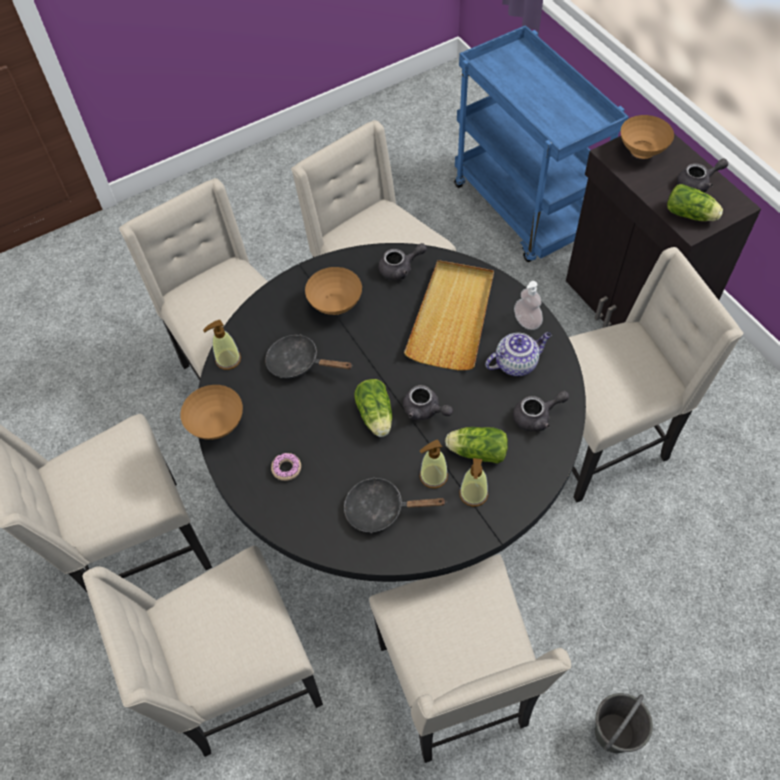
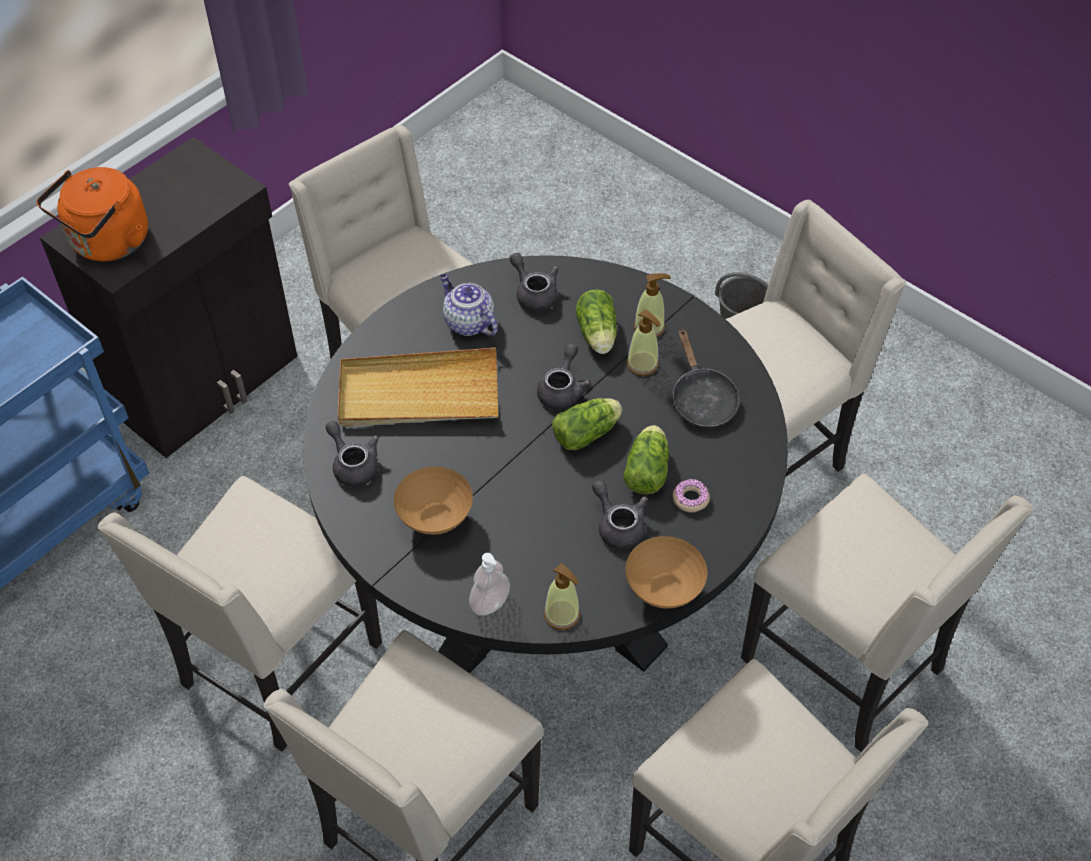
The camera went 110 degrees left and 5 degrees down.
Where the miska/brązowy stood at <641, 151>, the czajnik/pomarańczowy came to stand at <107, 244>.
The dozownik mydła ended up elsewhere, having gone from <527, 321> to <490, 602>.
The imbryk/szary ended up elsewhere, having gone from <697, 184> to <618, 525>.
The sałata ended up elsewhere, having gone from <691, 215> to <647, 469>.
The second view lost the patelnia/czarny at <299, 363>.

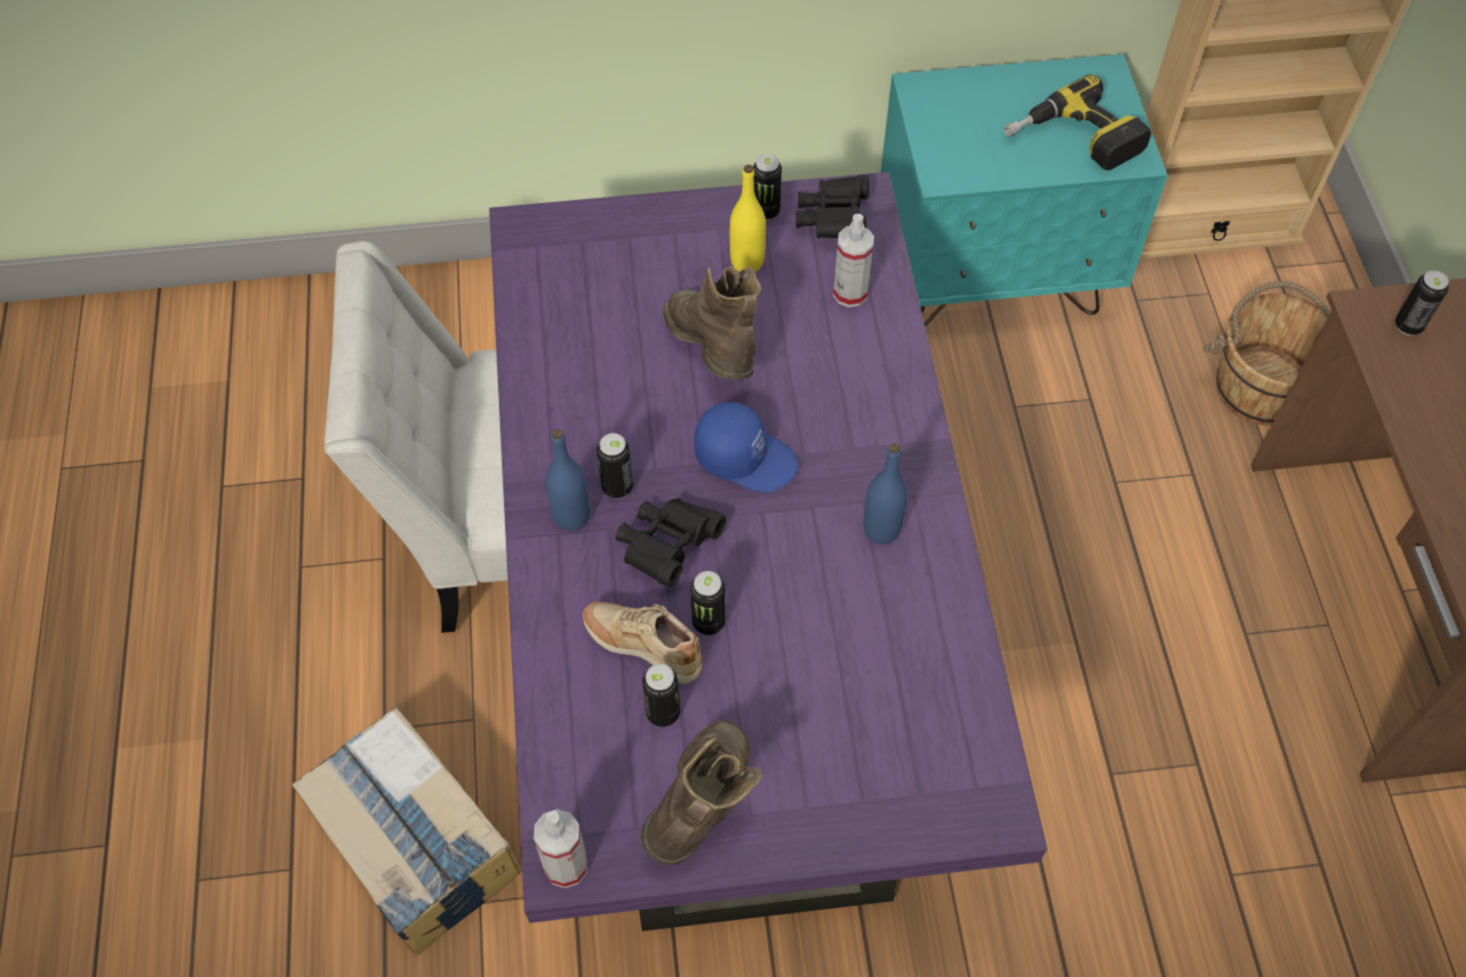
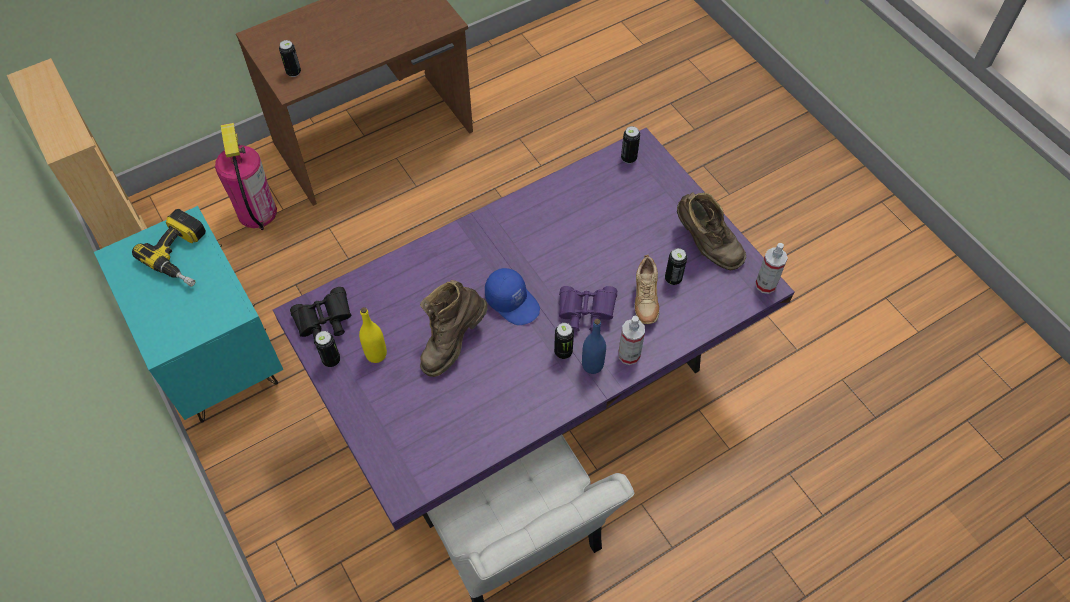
The camera went 115 degrees left and 0 degrees up.
Where the wiadro/brązowy stood at <1261, 386>, the gaśnica came to stand at <257, 212>.
The czapka z daszkiem/niebieski at <746, 457> ended up facing another way, 135 degrees clockwise from before.
What was the lornetka/czarny at <668, 547> turned into the lornetka/fioletowy at <585, 314>.
The spryskiwacz ended up elsewhere, having gone from <850, 293> to <629, 355>.
The puszka ended up elsewhere, having gone from <708, 622> to <628, 158>.
The but z cholewką/brązowy at <704, 807> ended up facing another way, 135 degrees counterclockwise from before.
The second view lost the karton at <414, 844>.
The second view lost the butelka/niebieski at <881, 529>.

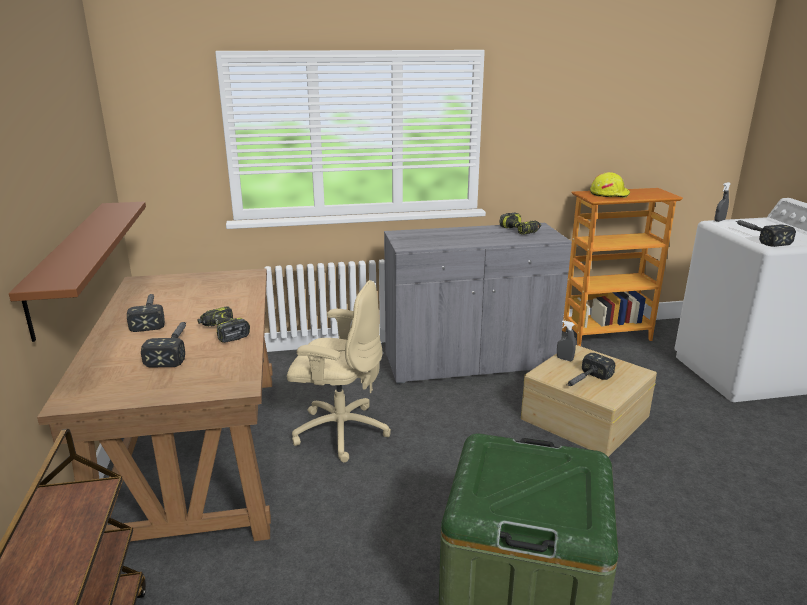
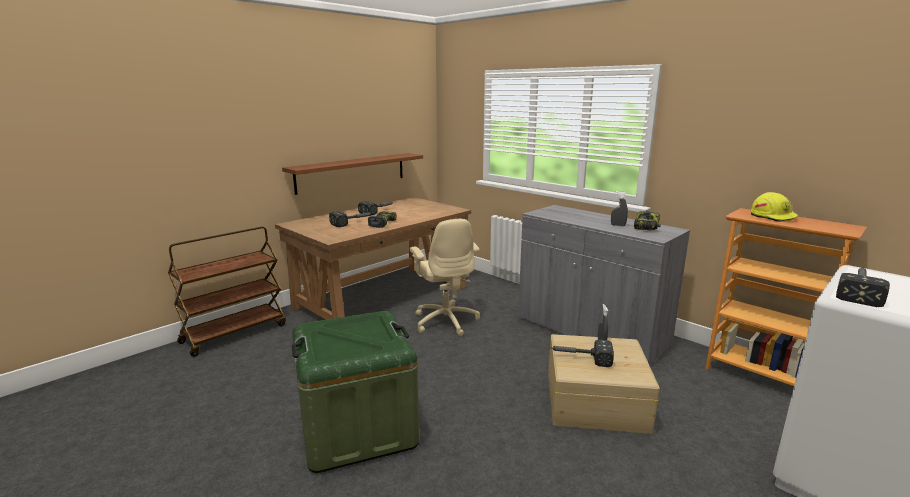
The camera went 55 degrees right and 5 degrees down.
The spryskiwacz/szary ended up elsewhere, having gone from <719, 220> to <618, 225>.

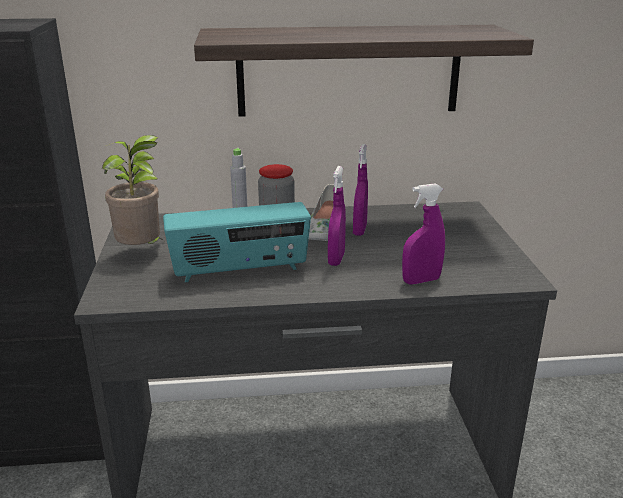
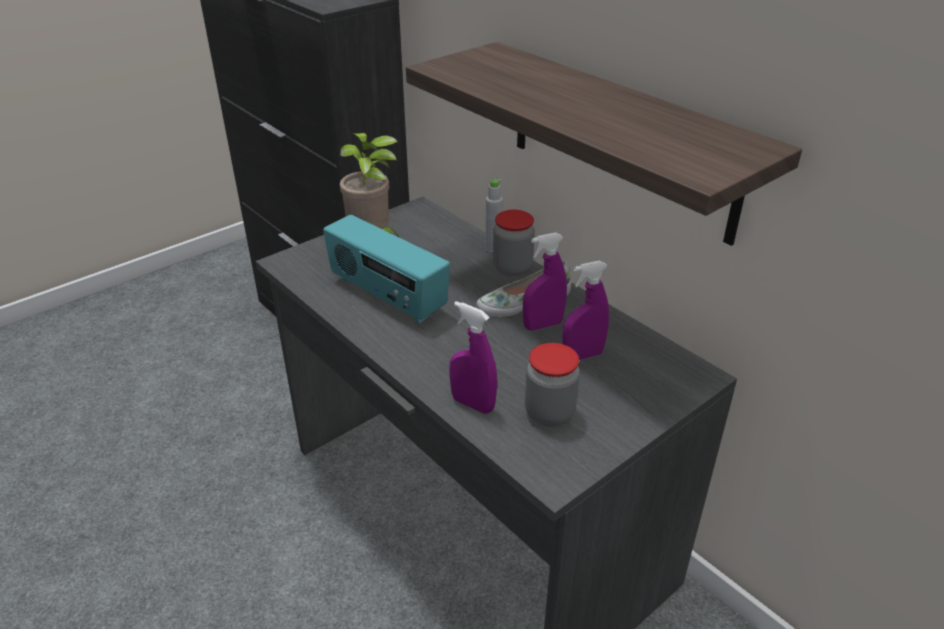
The camera went 55 degrees right and 10 degrees up.
The second view gained the słoik at <549, 413>.
The spryskiwacz/fioletowy ended up elsewhere, having gone from <336, 259> to <582, 356>.

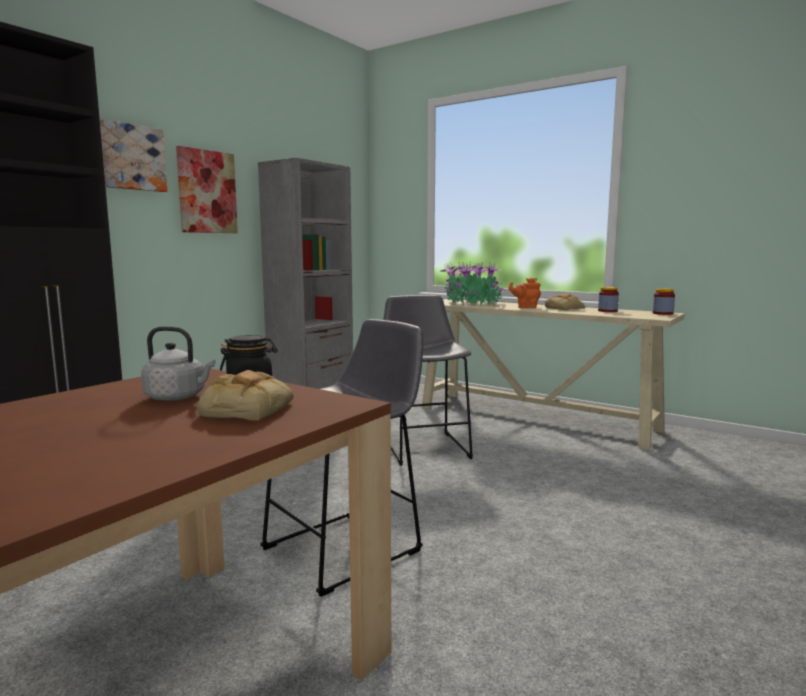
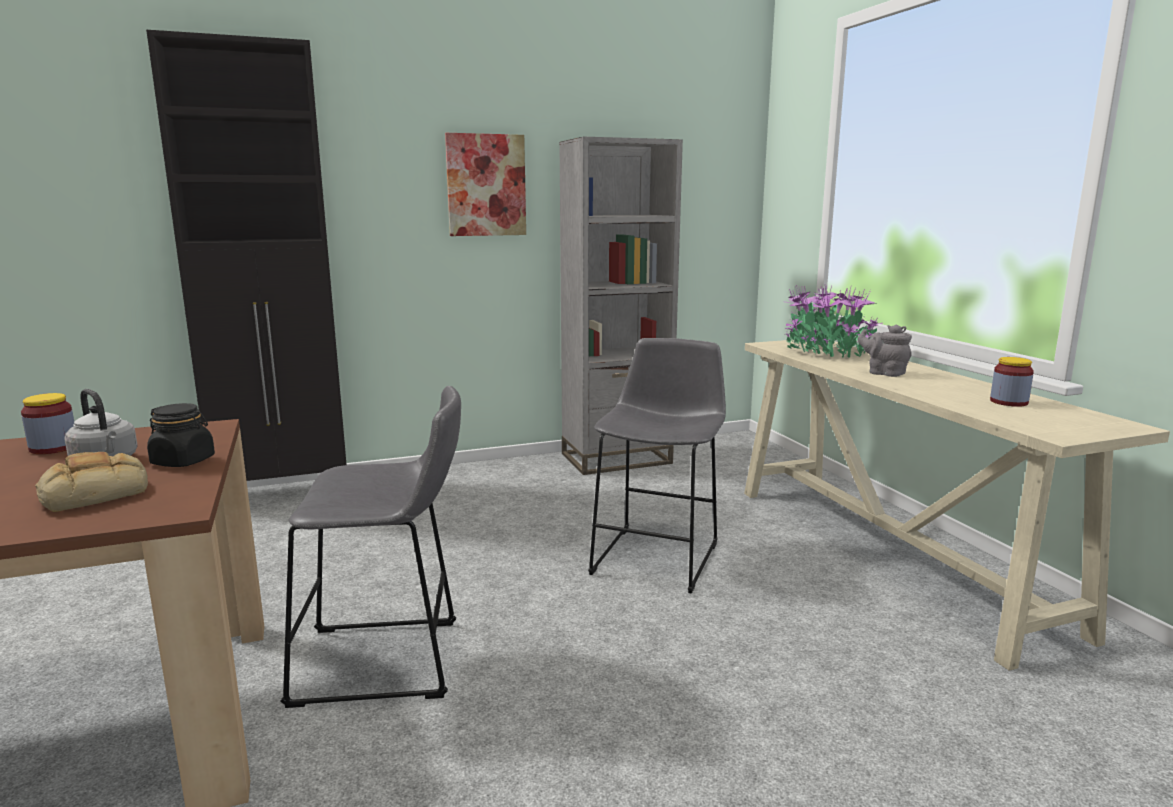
The camera went 35 degrees right and 5 degrees up.
The słoik ended up elsewhere, having gone from <662, 313> to <53, 448>.
What was the imbryk/pomarańczowy at <525, 307> turned into the imbryk/szary at <884, 373>.
The second view lost the obraz at <133, 157>.
The second view lost the chleb at <565, 308>.

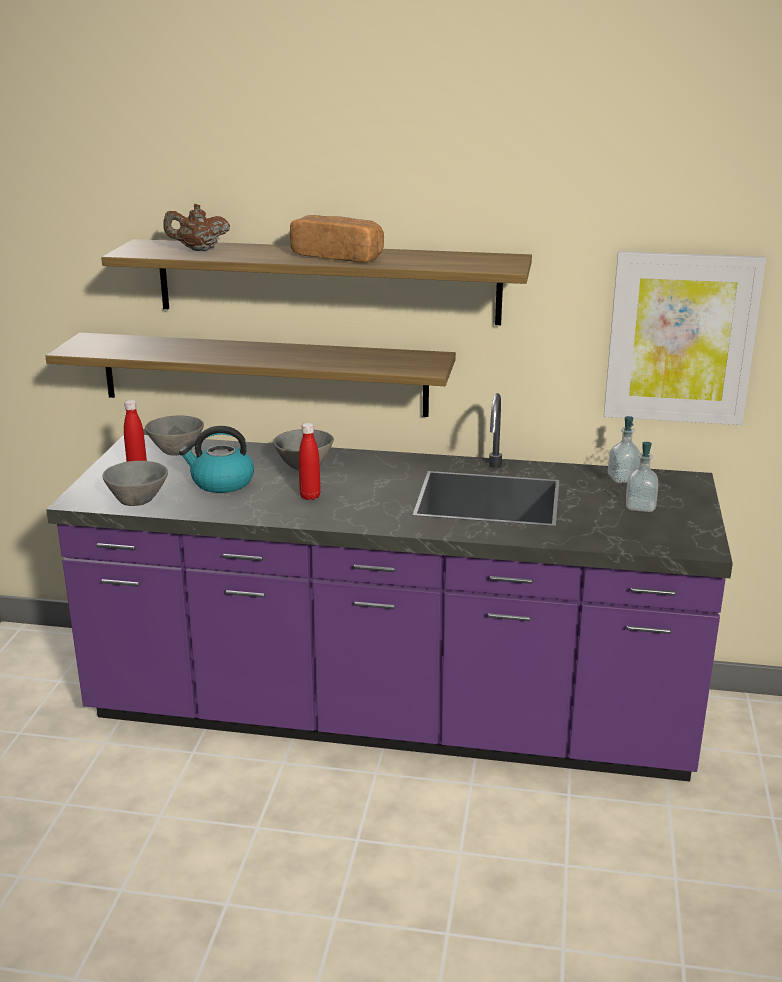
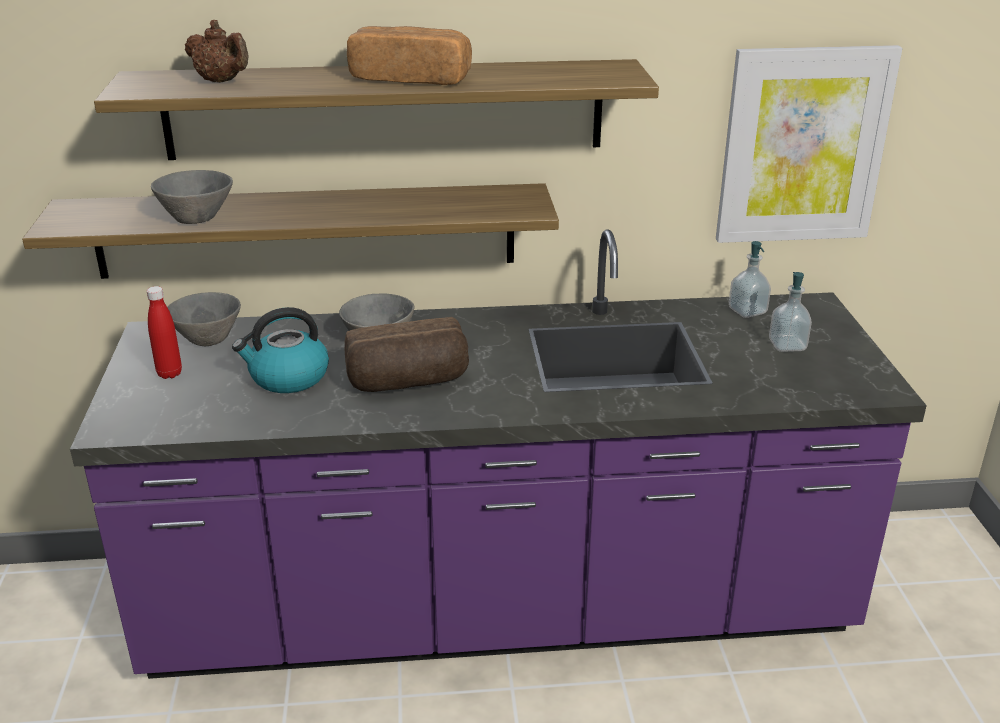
The camera went 15 degrees left and 5 degrees up.
The miska/szary ended up elsewhere, having gone from <139, 500> to <199, 217>.
The imbryk/brązowy at <198, 250> ended up facing another way, 120 degrees counterclockwise from before.
Where the butelka/czerwony stood at <310, 496>, the chleb came to stand at <408, 382>.

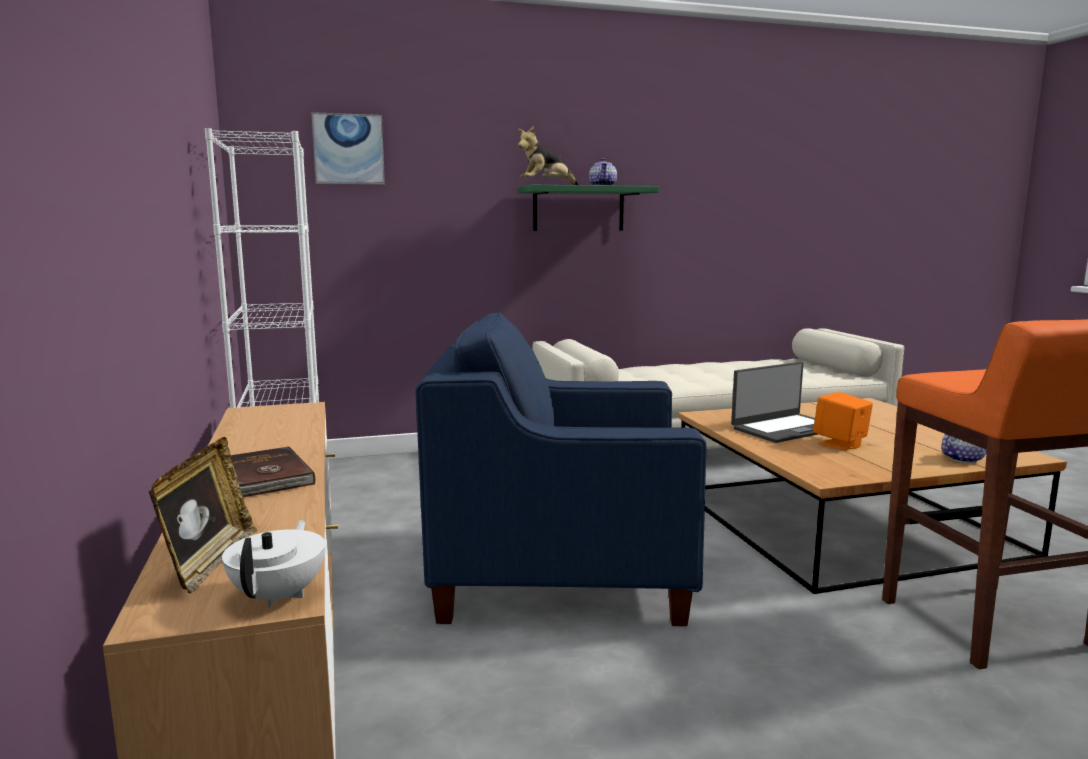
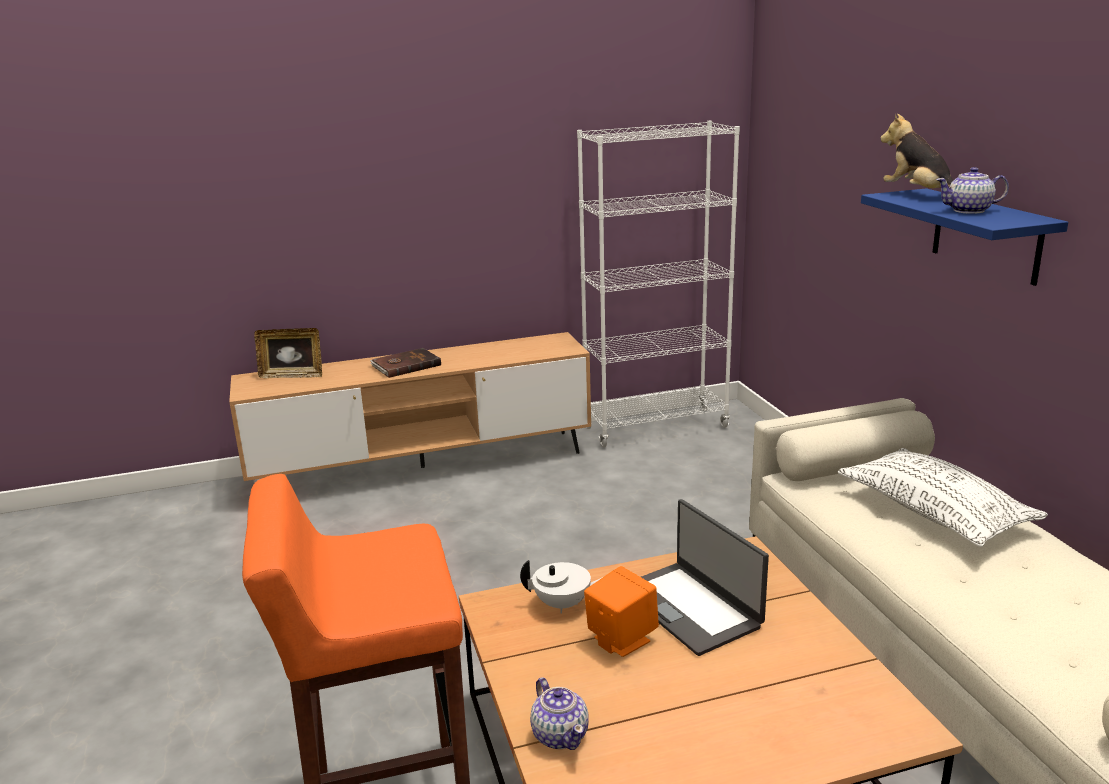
The camera went 90 degrees right and 10 degrees up.
The imbryk/biały ended up elsewhere, having gone from <280, 595> to <563, 604>.
The second view gained the poduszka/biały at <934, 513>.
What was the półka/zielony at <578, 209> turned into the półka/niebieski at <986, 235>.
The second view lost the obraz at <348, 149>.
The second view lost the fotel/niebieski at <561, 572>.

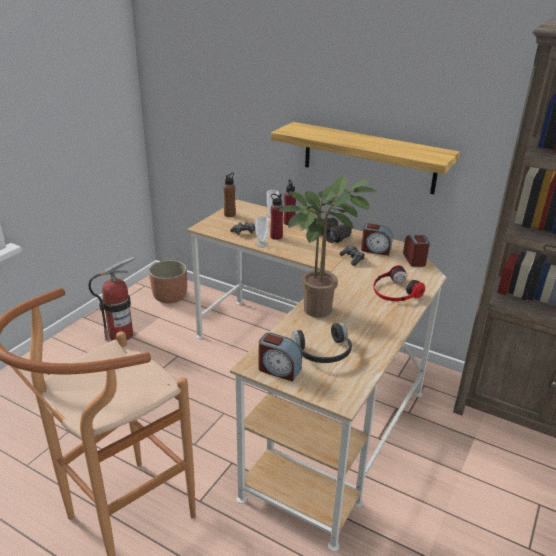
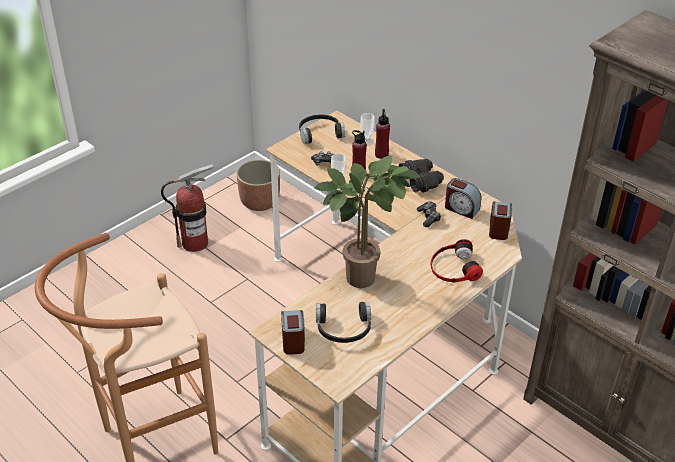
The camera went 15 degrees right and 10 degrees up.
The budzik at <278, 369> ended up facing another way, 135 degrees counterclockwise from before.
Where the butelka/brązowy stood at <230, 214>, the słuchawki/czarny came to stand at <319, 133>.
The second view lost the półka at <369, 157>.

